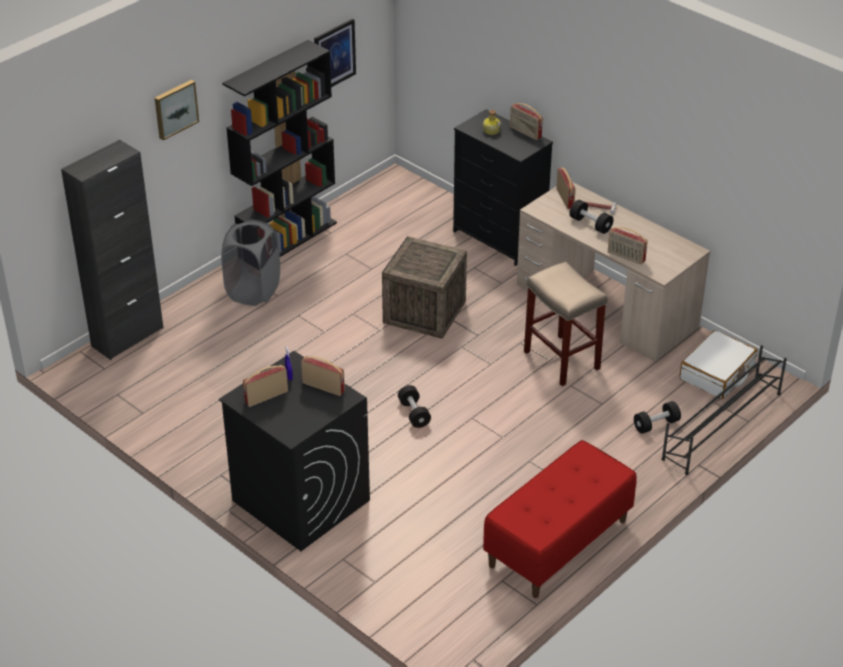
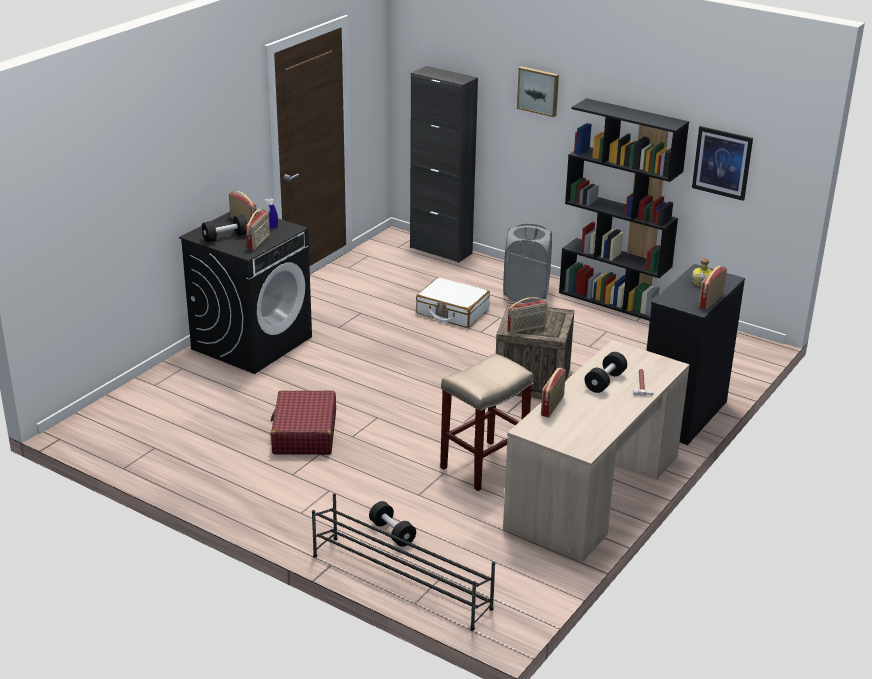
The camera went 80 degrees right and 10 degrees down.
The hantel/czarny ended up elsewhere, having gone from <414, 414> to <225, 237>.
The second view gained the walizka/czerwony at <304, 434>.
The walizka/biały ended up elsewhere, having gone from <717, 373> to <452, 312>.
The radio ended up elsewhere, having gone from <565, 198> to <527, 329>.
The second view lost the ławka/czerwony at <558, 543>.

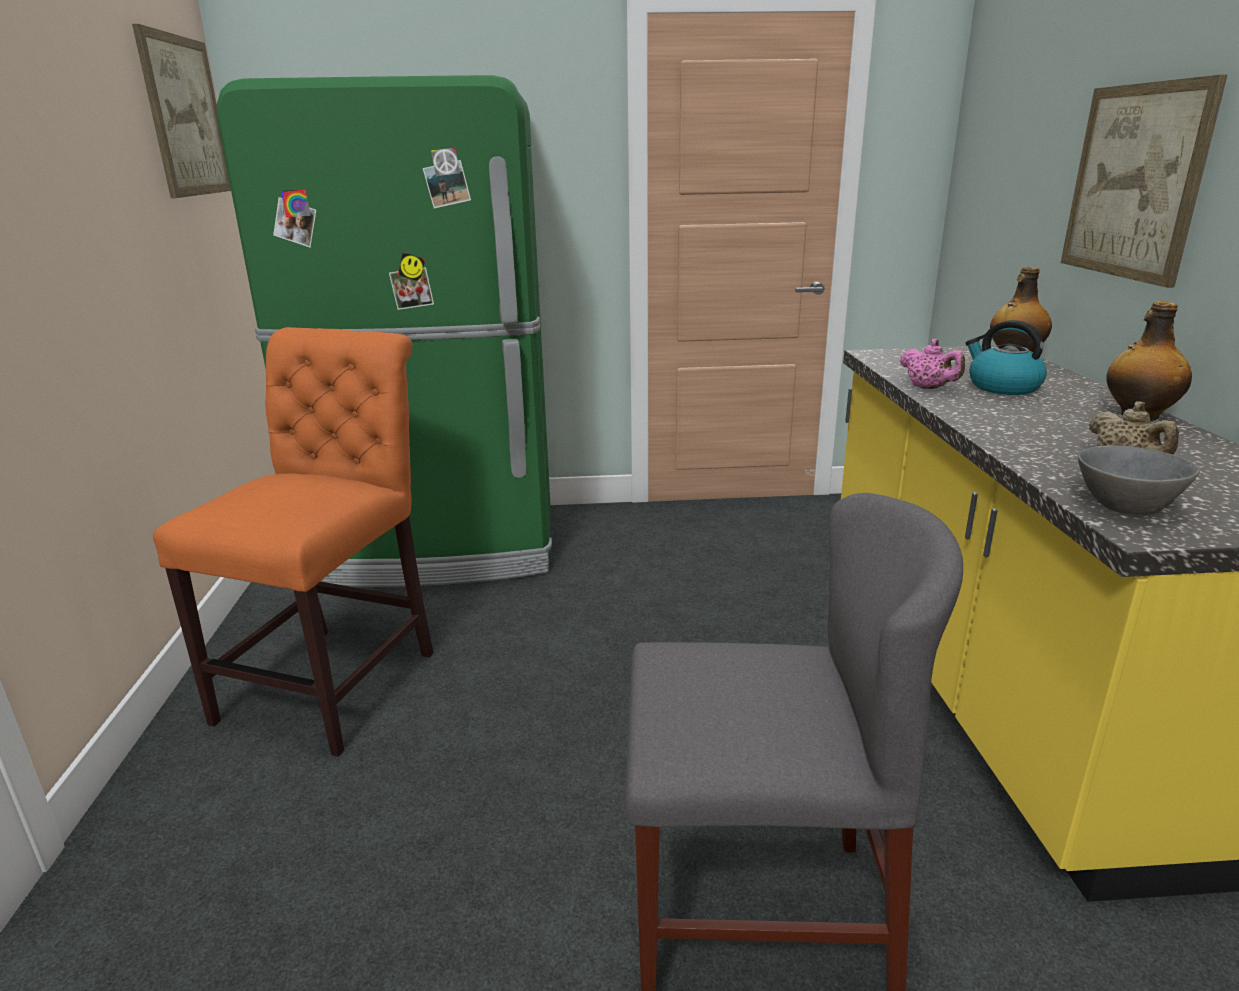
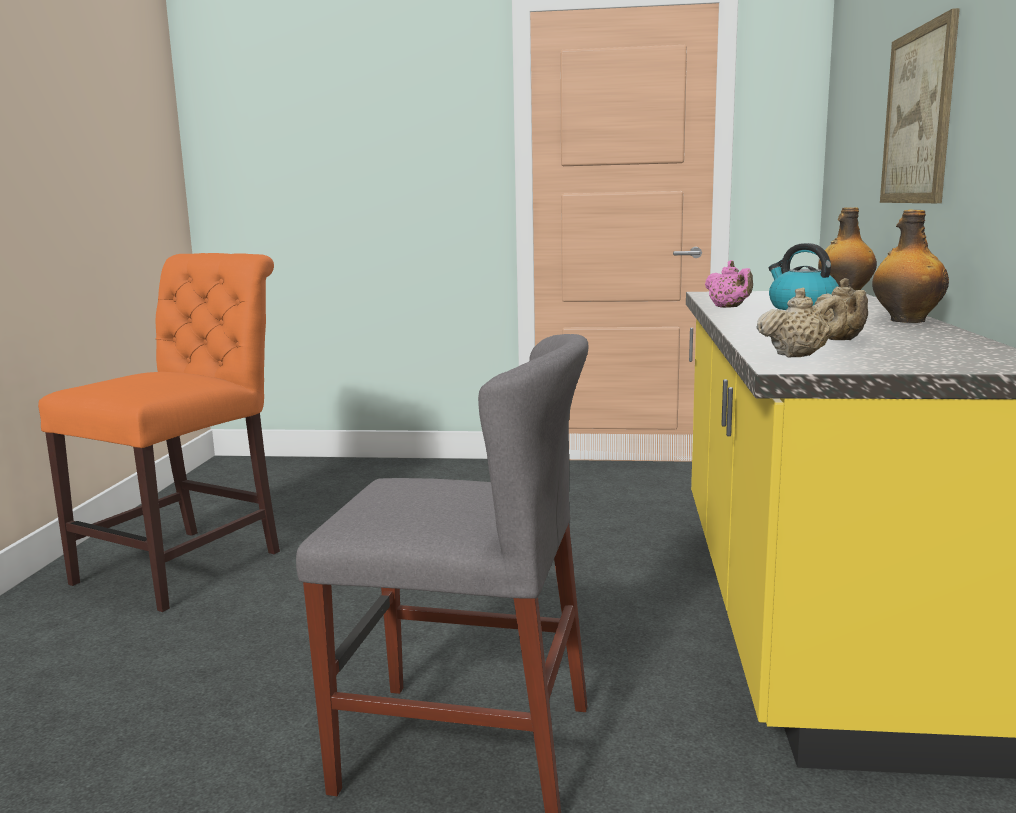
The camera went 10 degrees right and 10 degrees down.
Where the miska/szary stood at <1124, 505>, the imbryk/beżowy came to stand at <799, 356>.
The second view lost the obraz at <185, 117>.
The second view lost the lodówka/zielony at <438, 545>.

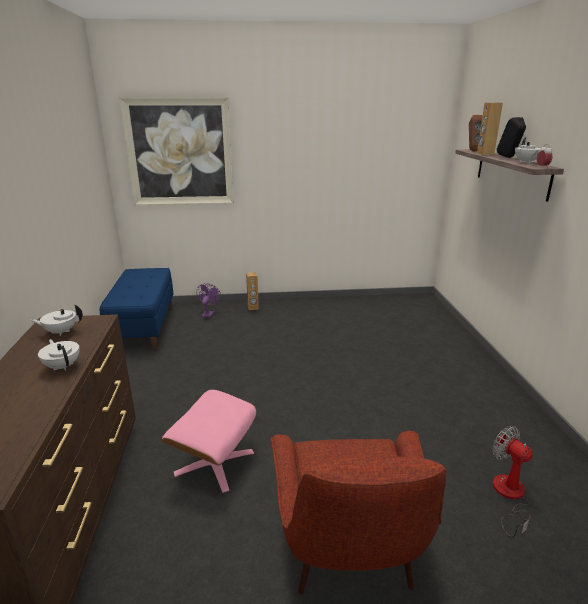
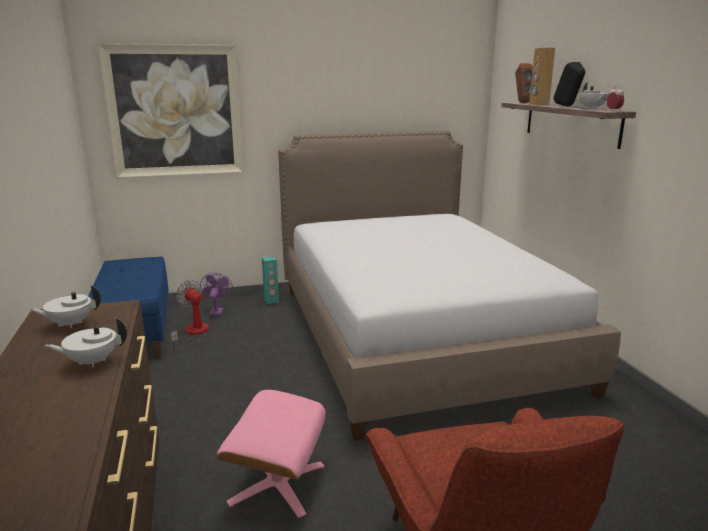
The camera went 10 degrees left and 5 degrees down.
The imbryk/biały at <63, 366> ended up facing another way, 60 degrees counterclockwise from before.
The wentylator ended up elsewhere, having gone from <509, 496> to <193, 333>.
What was the głośnik/brązowy at <253, 308> turned into the głośnik/turkusowy at <271, 301>.
The second view gained the łóżko at <415, 334>.

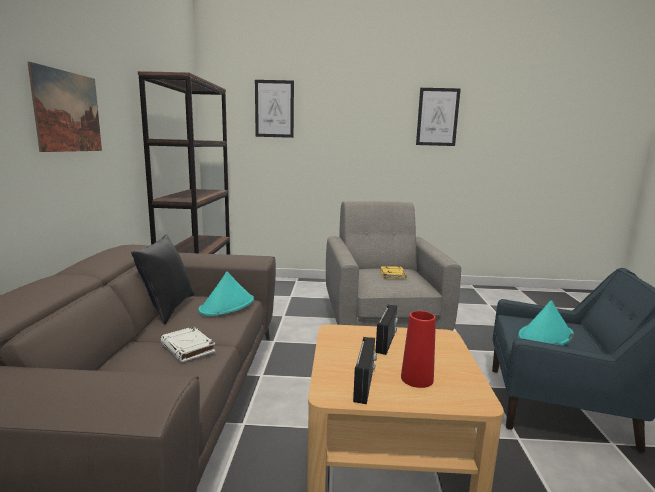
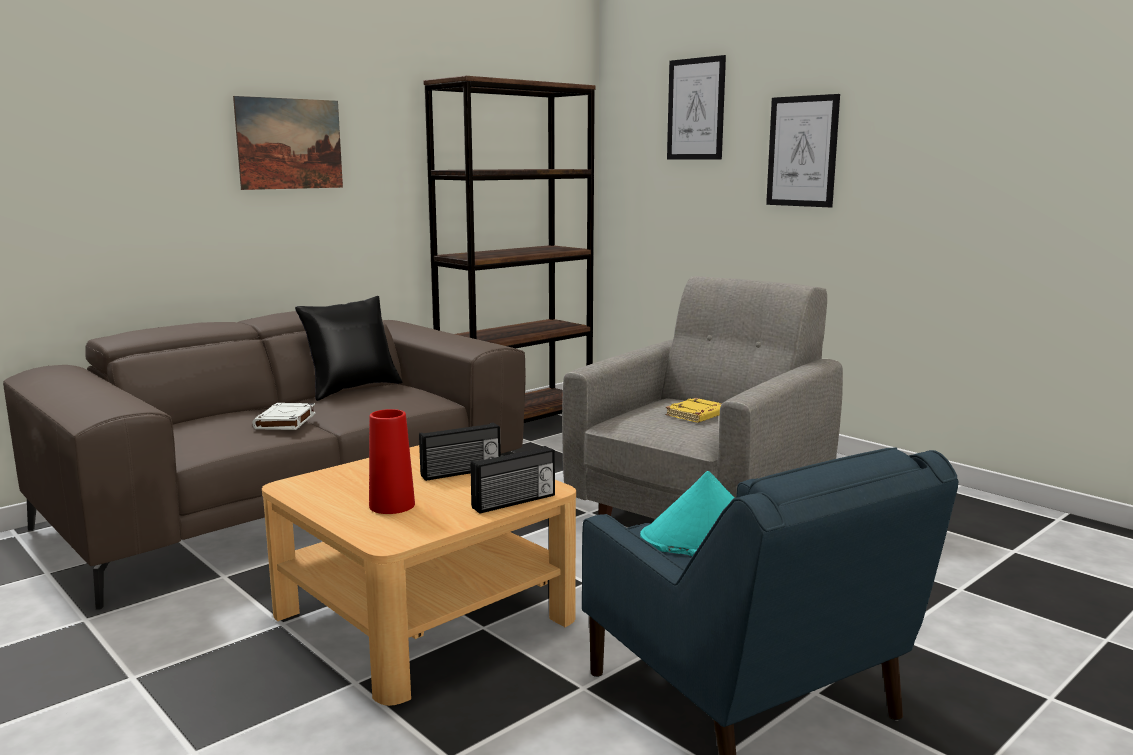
The camera went 45 degrees right and 0 degrees up.
The radio ended up elsewhere, having gone from <365, 384> to <514, 502>.
The obraz ended up elsewhere, having gone from <437, 117> to <802, 151>.
The second view lost the kapelusz/turkusowy at <227, 306>.

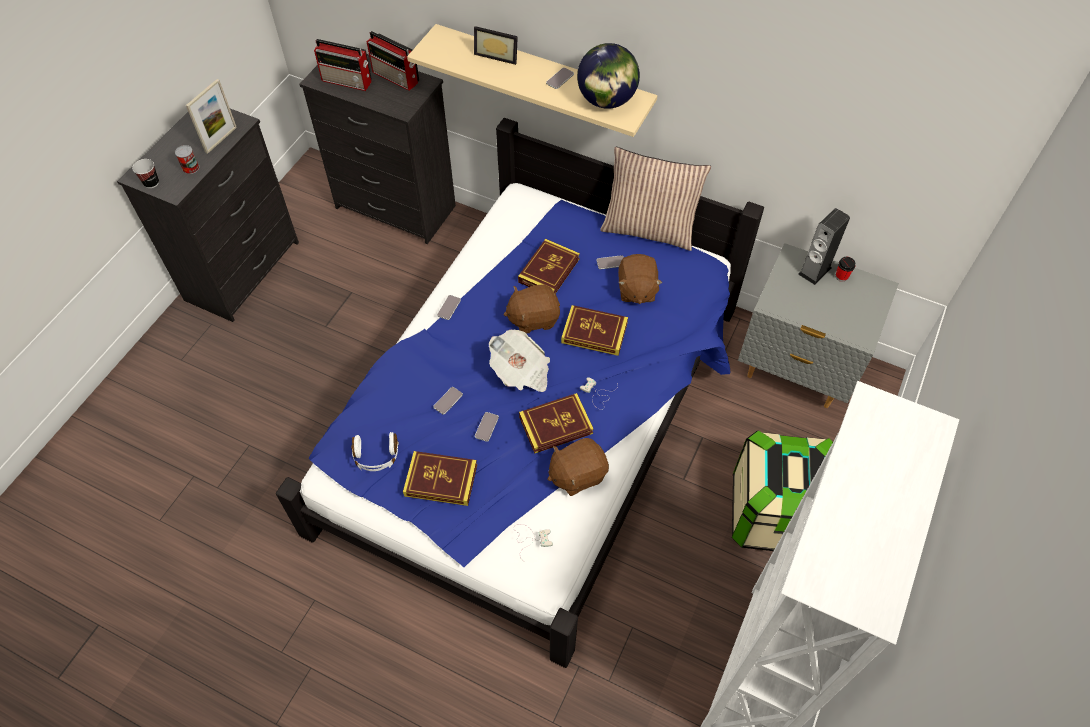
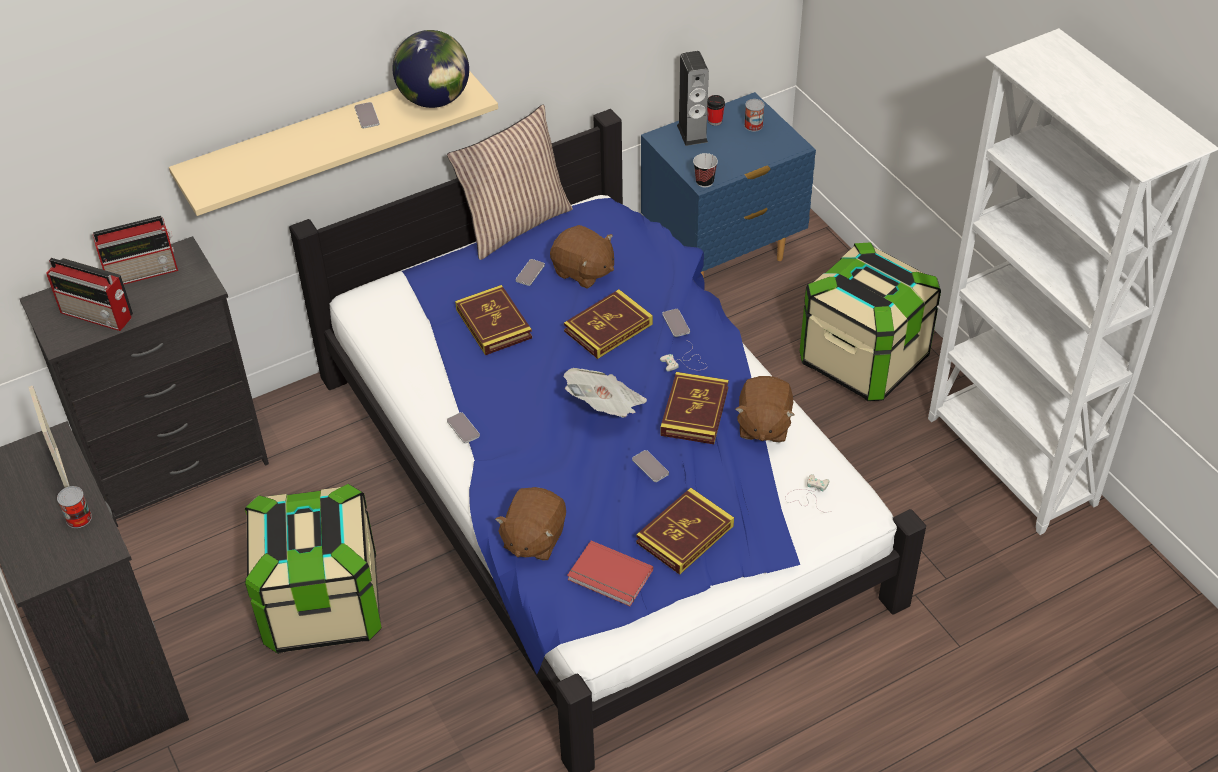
The camera went 55 degrees left and 10 degrees down.
The radio at <348, 81> ended up facing another way, 60 degrees clockwise from before.
The second view gained the pojemnik do przechowywania at <322, 605>.
The pluszak/brązowy ended up elsewhere, having gone from <533, 318> to <533, 539>.
Where the słuchawki/biały stood at <376, 456>, the książka/czerwony came to stand at <609, 577>.
What was the szafka nocna/szary at <796, 370> turned into the szafka nocna/niebieski at <722, 256>.
The telefon ended up elsewhere, having gone from <448, 401> to <676, 323>.
The filiżanka ended up elsewhere, having gone from <151, 183> to <704, 182>.
The second view gained the puszka at <753, 125>.
The second view lost the ramka na zdjęcie at <497, 54>.

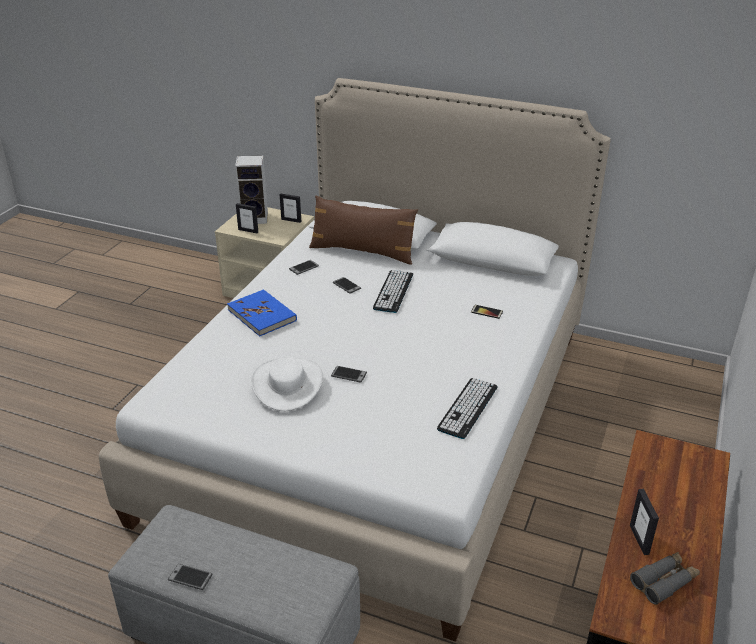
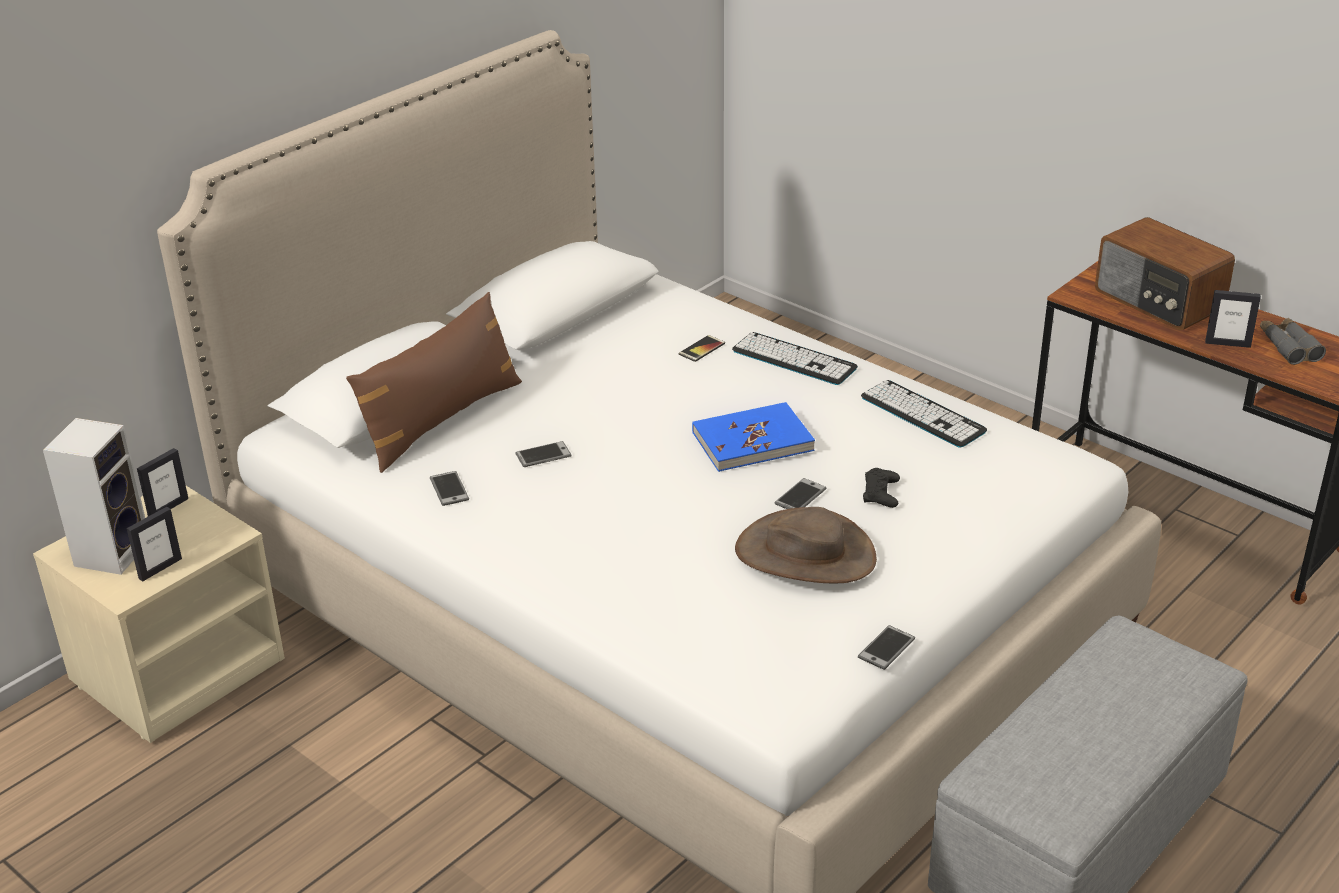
The camera went 70 degrees left and 0 degrees up.
The książka/niebieski ended up elsewhere, having gone from <262, 315> to <752, 441>.
The klawiatura ended up elsewhere, having gone from <393, 291> to <794, 359>.
What was the kapelusz/biały at <288, 384> turned into the kapelusz/brązowy at <805, 554>.
The telefon ended up elsewhere, having gone from <190, 577> to <886, 648>.
The second view gained the pad do gier/czarny at <881, 493>.
The second view gained the radio at <1158, 301>.

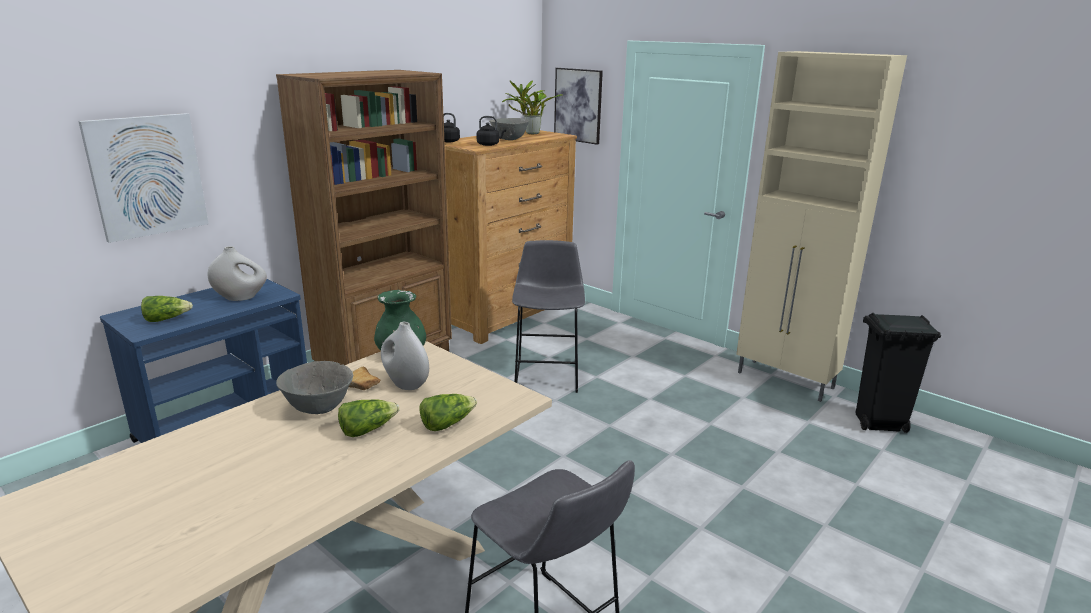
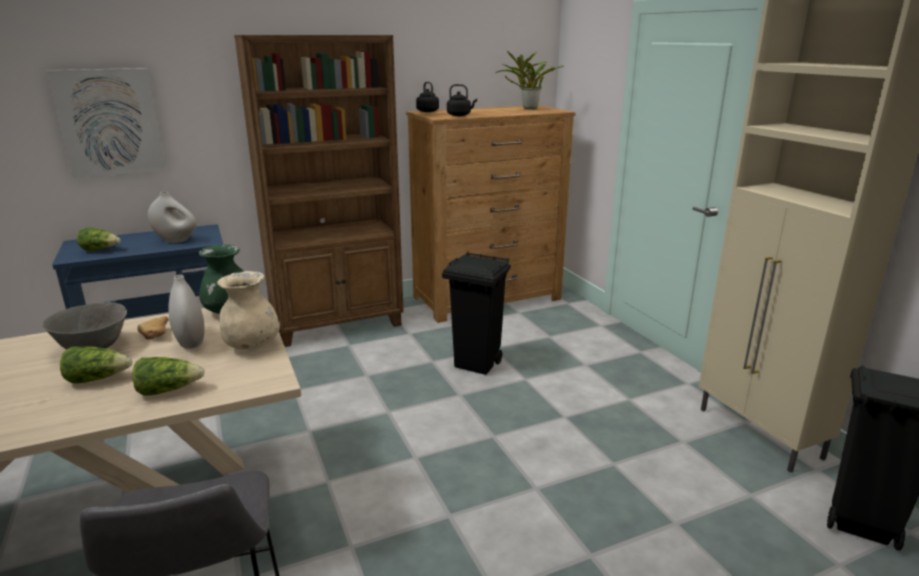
The camera went 25 degrees right and 0 degrees up.
The second view gained the wazon/beżowy at <252, 345>.
Where the stołek/szary stood at <547, 372>, the kosz na śmieci/czarny came to stand at <477, 364>.
The second view lost the miska/szary at <509, 140>.
The second view lost the obraz at <578, 105>.

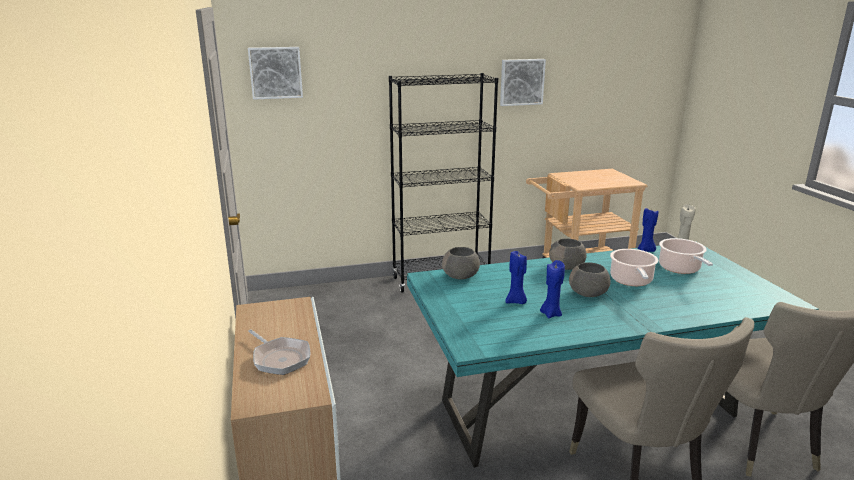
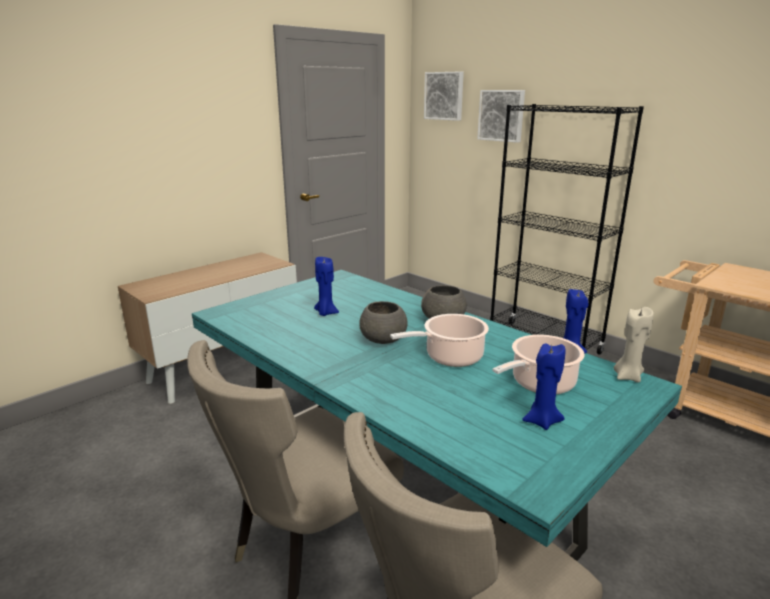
The camera went 60 degrees right and 0 degrees up.
The obraz ended up elsewhere, having gone from <521, 82> to <501, 115>.
The świeca/niebieski ended up elsewhere, having gone from <551, 314> to <541, 421>.
The second view lost the patelnia at <280, 358>.
The second view lost the miska/szary at <461, 276>.

